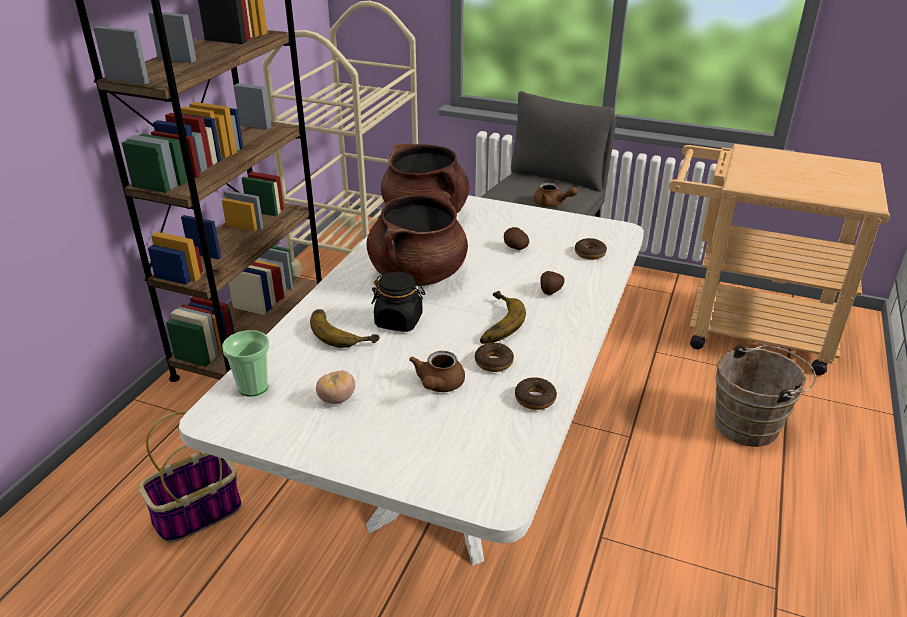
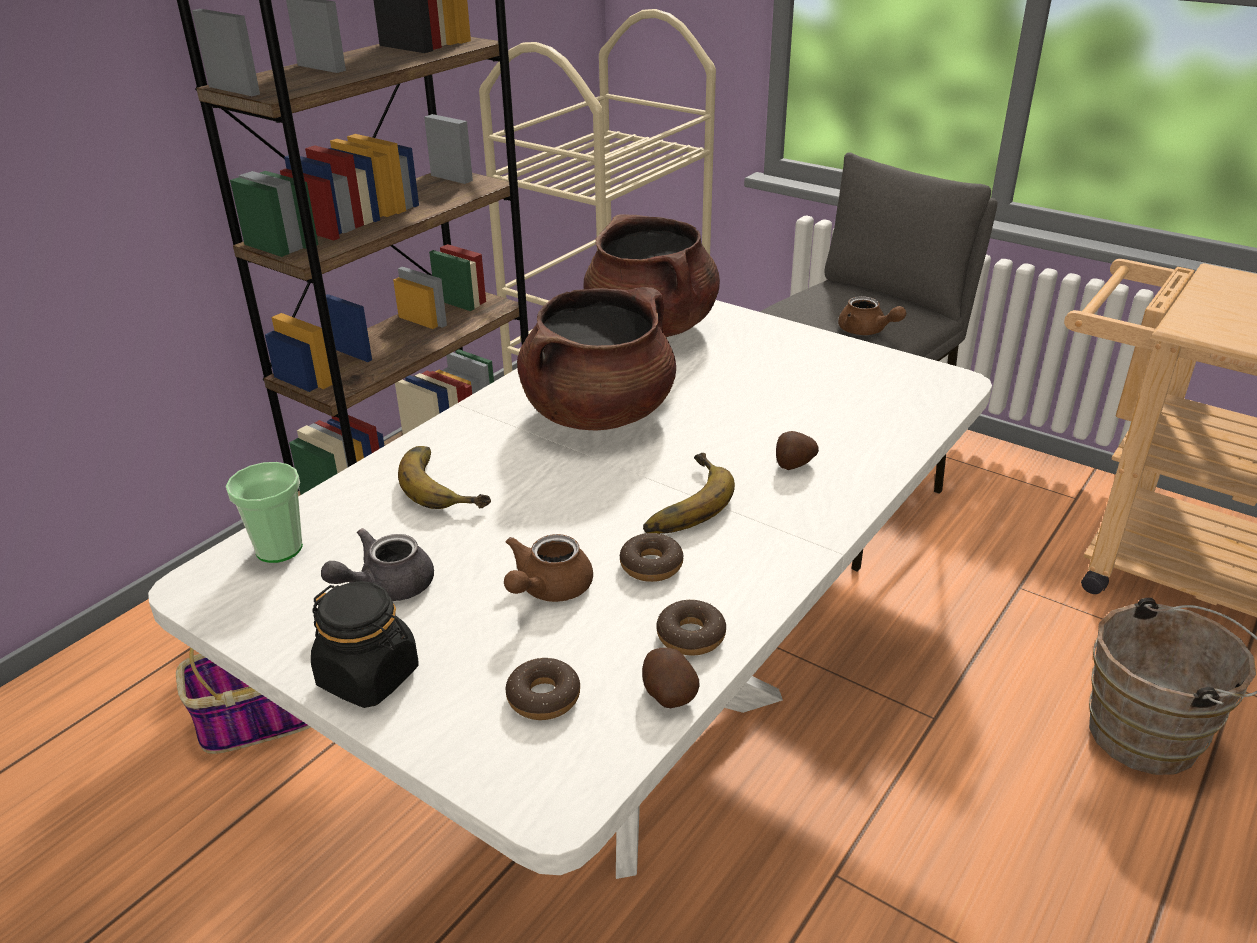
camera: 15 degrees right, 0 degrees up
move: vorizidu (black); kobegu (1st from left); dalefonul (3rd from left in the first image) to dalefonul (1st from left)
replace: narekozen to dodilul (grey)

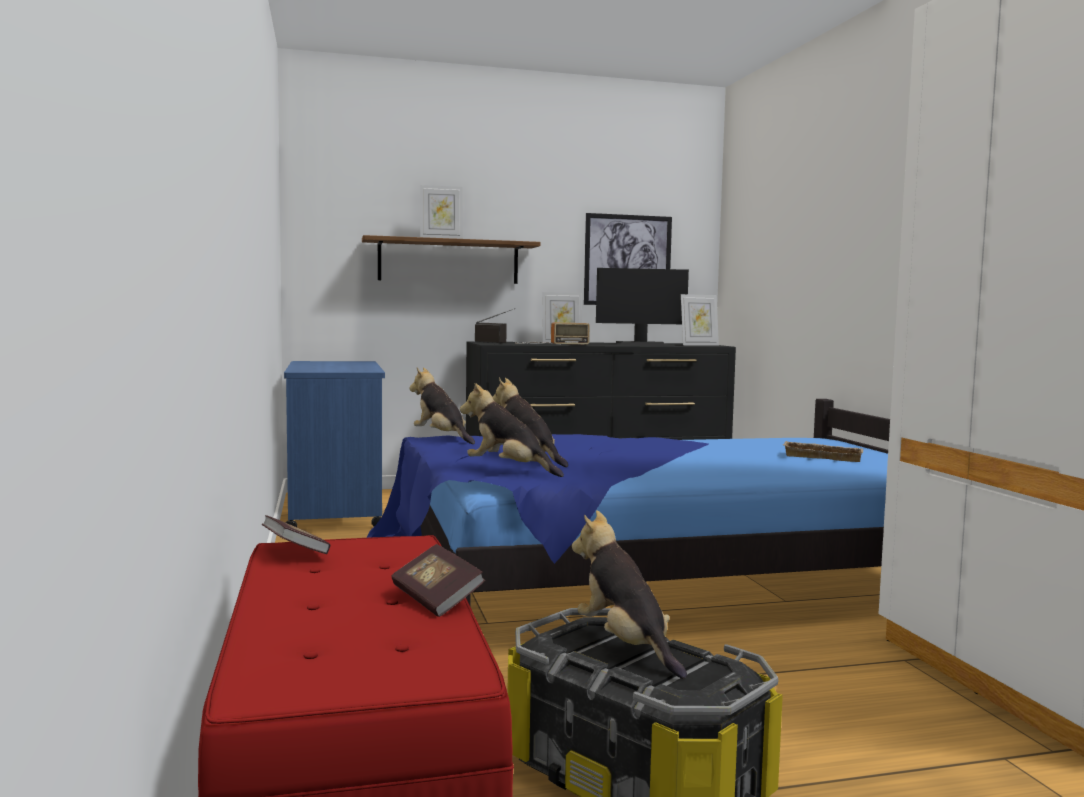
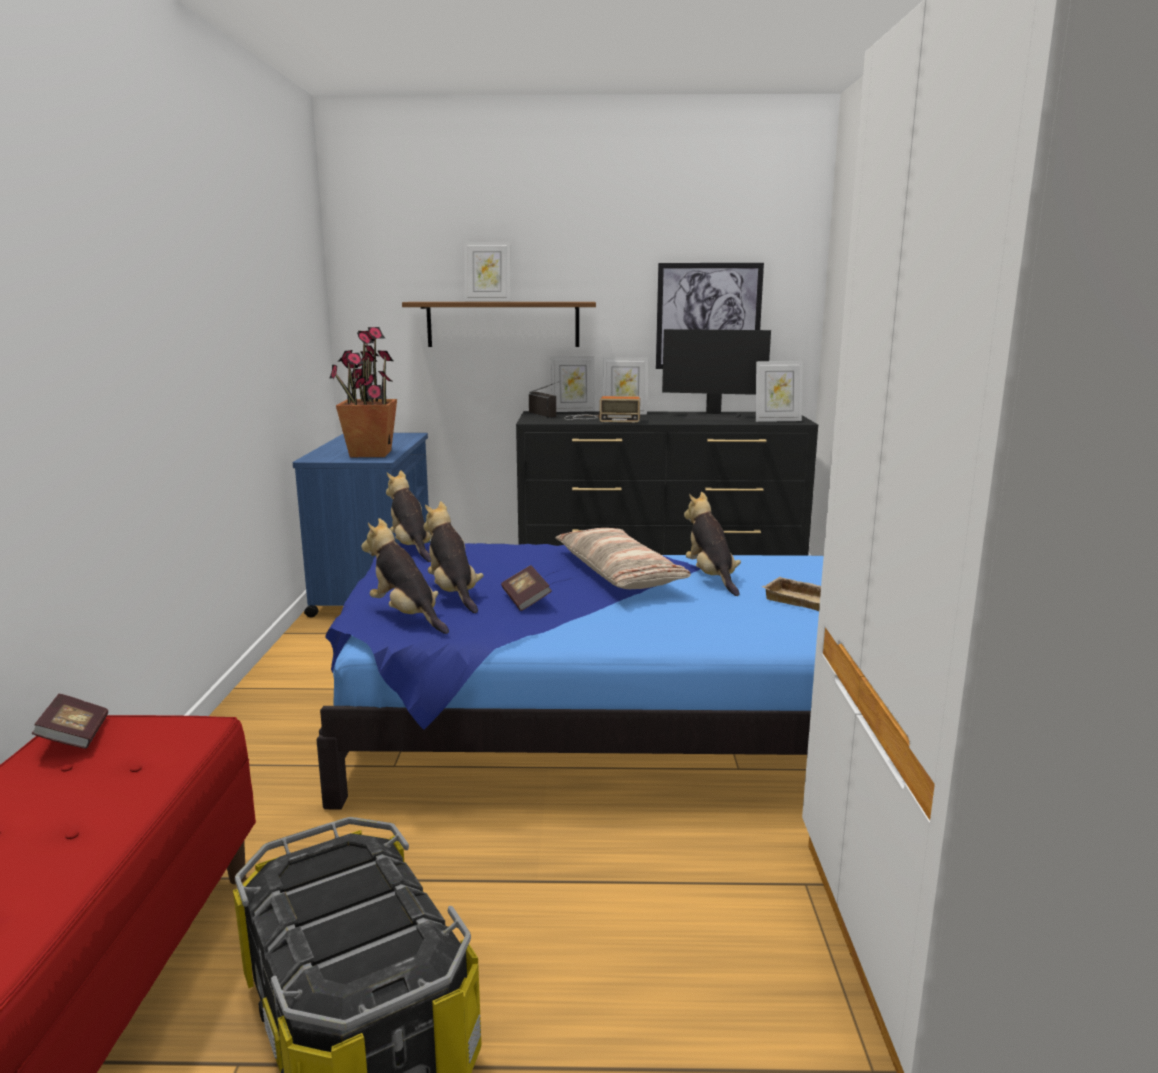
camera: 15 degrees right, 10 degrees up
insert: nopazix; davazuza (2nd from left); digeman
move: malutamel (2nd from left); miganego (4th from left)

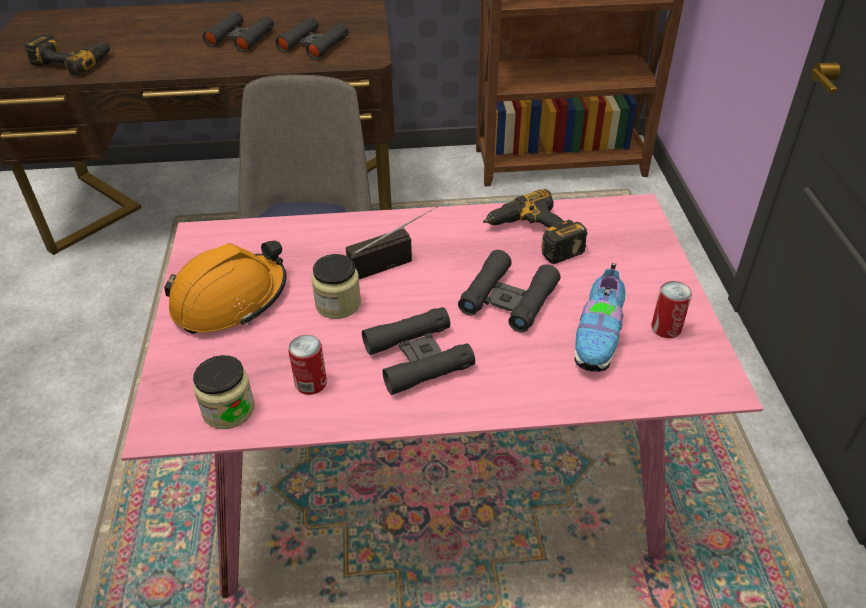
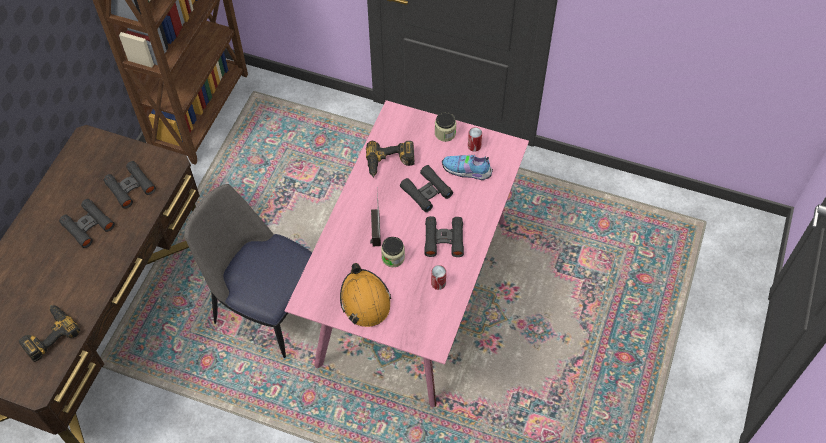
camera: 65 degrees left, 15 degrees up
move: vorizidu (1st from left in the first image) to vorizidu (2nd from left)
rotate: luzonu 150 degrees clockwise

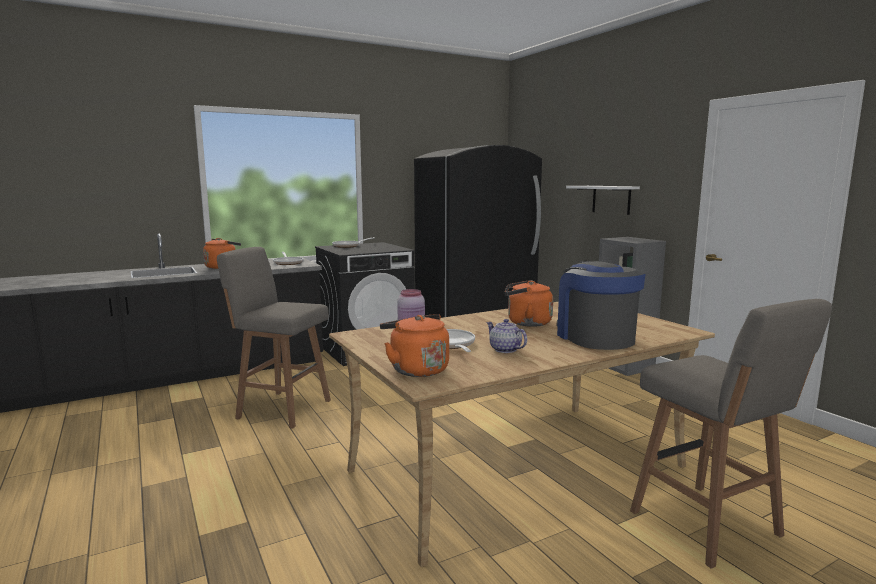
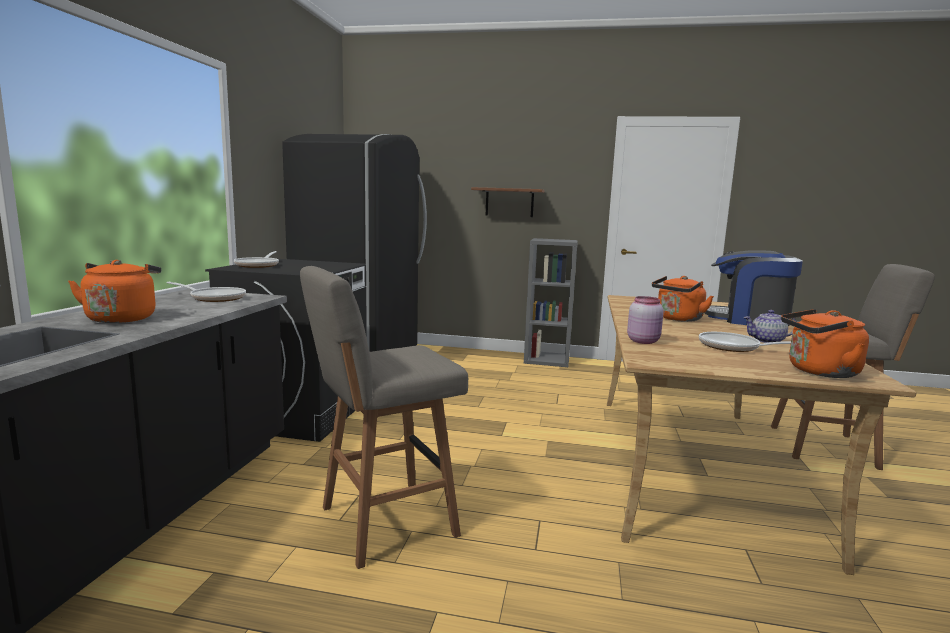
camera: 50 degrees left, 0 degrees up
recolor: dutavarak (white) to dutavarak (brown)

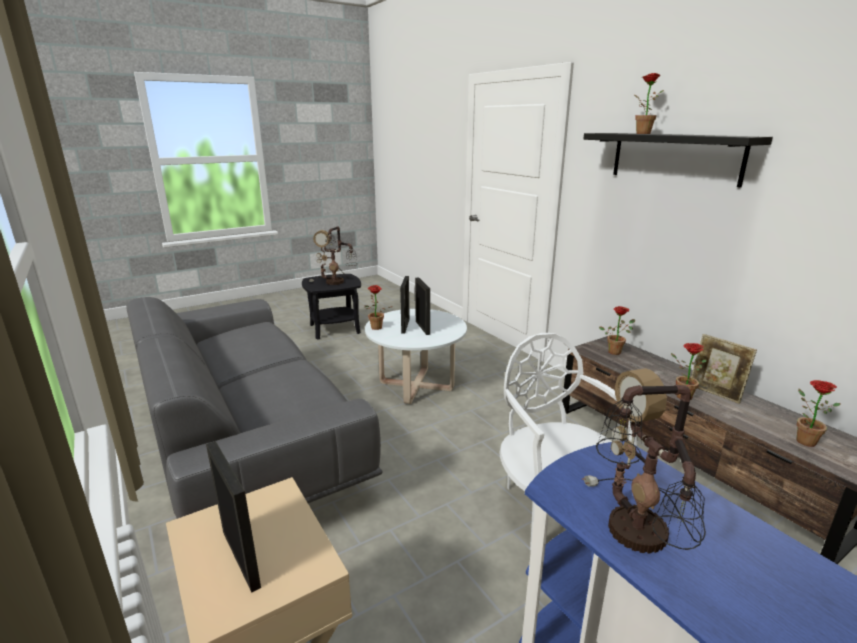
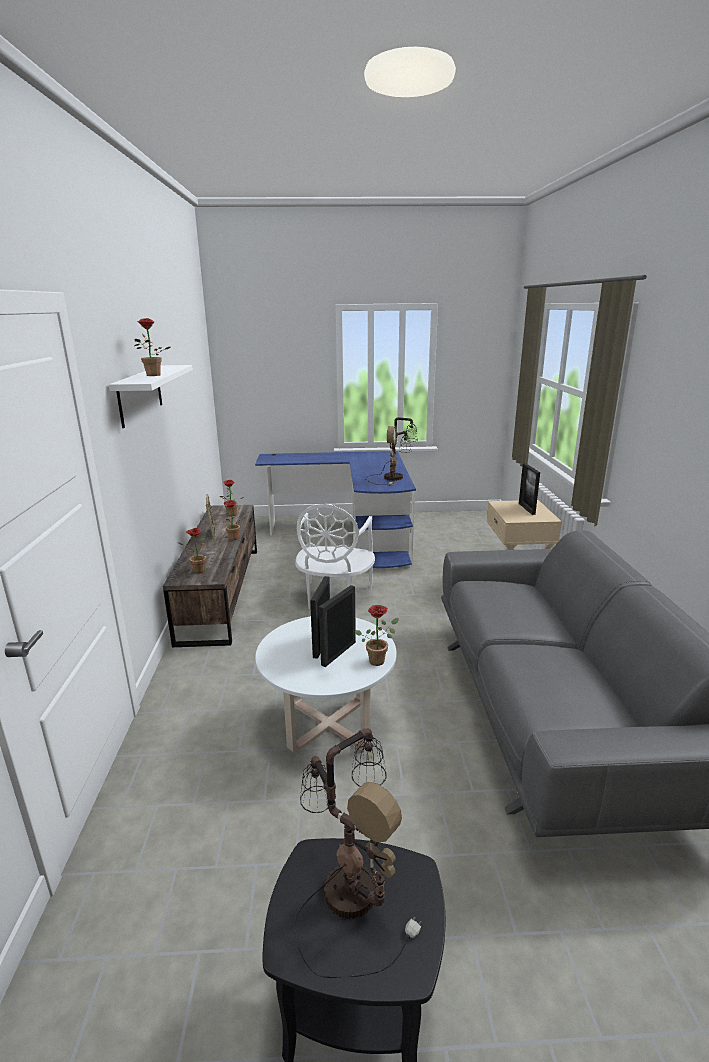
camera: 150 degrees left, 0 degrees up
recolor: dutavarak (black) to dutavarak (white)

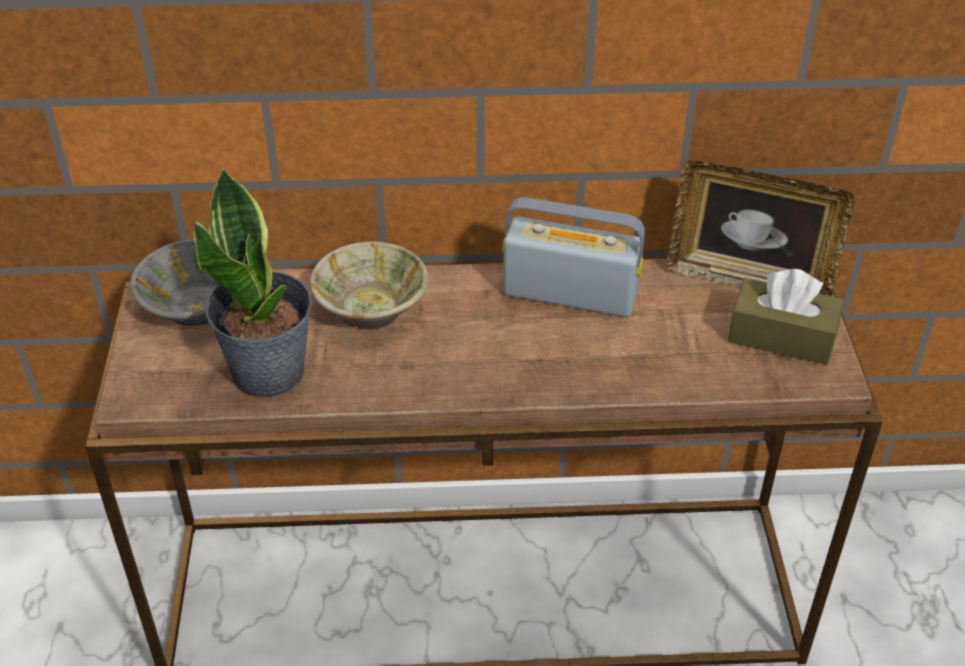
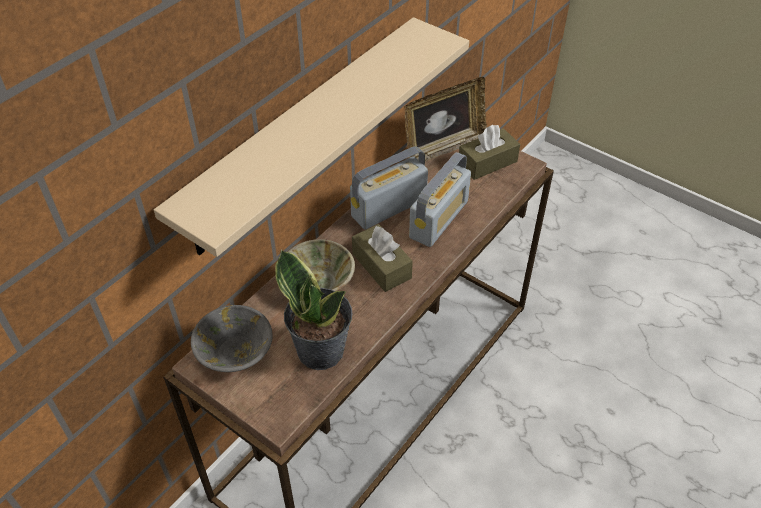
camera: 50 degrees left, 5 degrees up
insert: dutavarak (beige); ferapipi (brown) (1st from left); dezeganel (2nd from left)

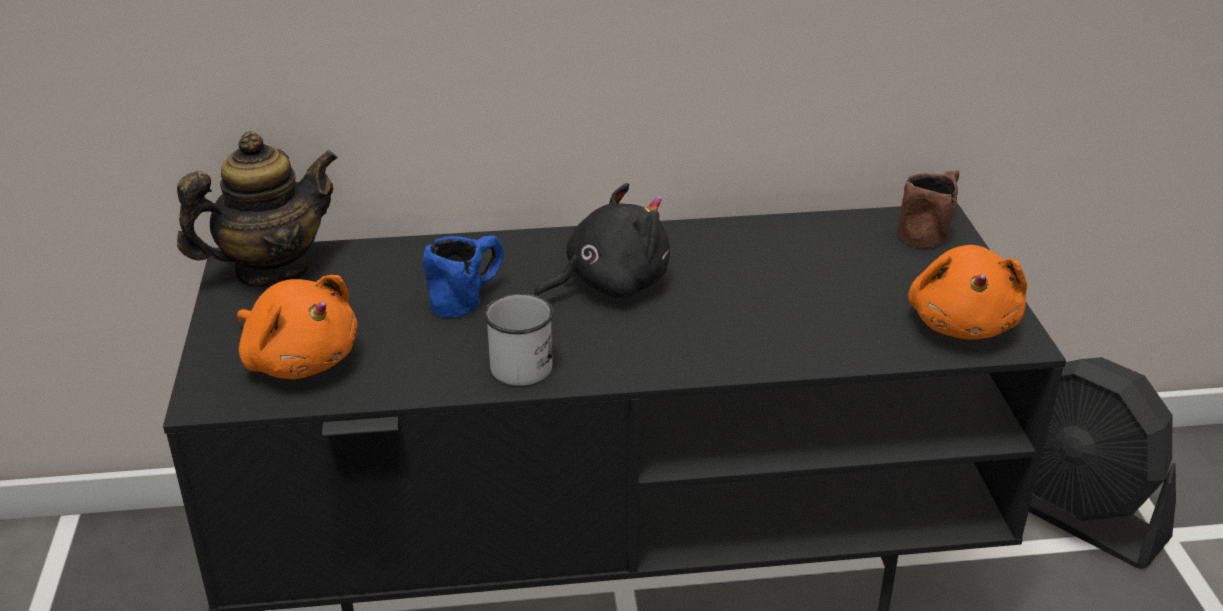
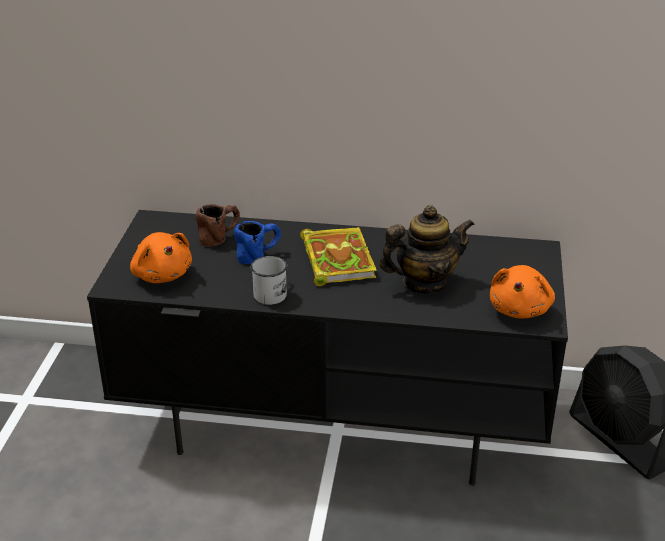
camera: 15 degrees right, 0 degrees up
move: dodilul; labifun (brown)
replace: miganego (black) to malutamel

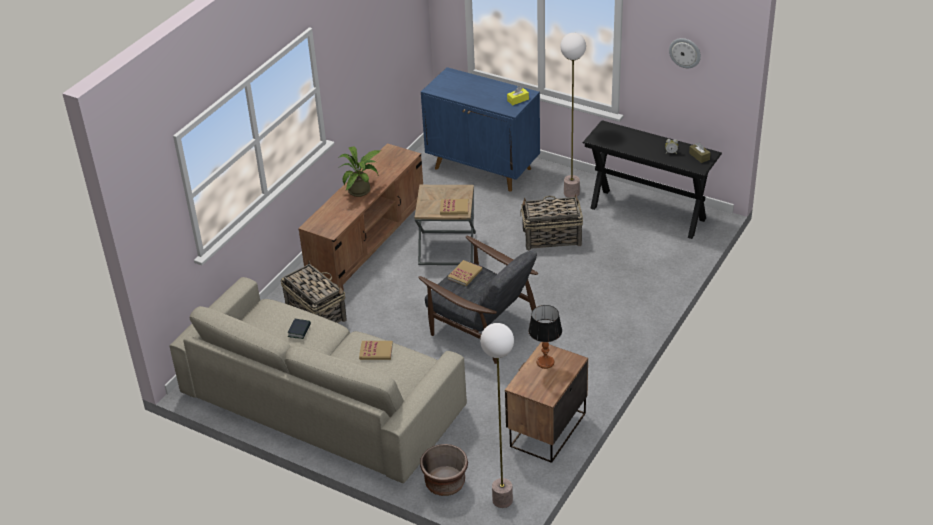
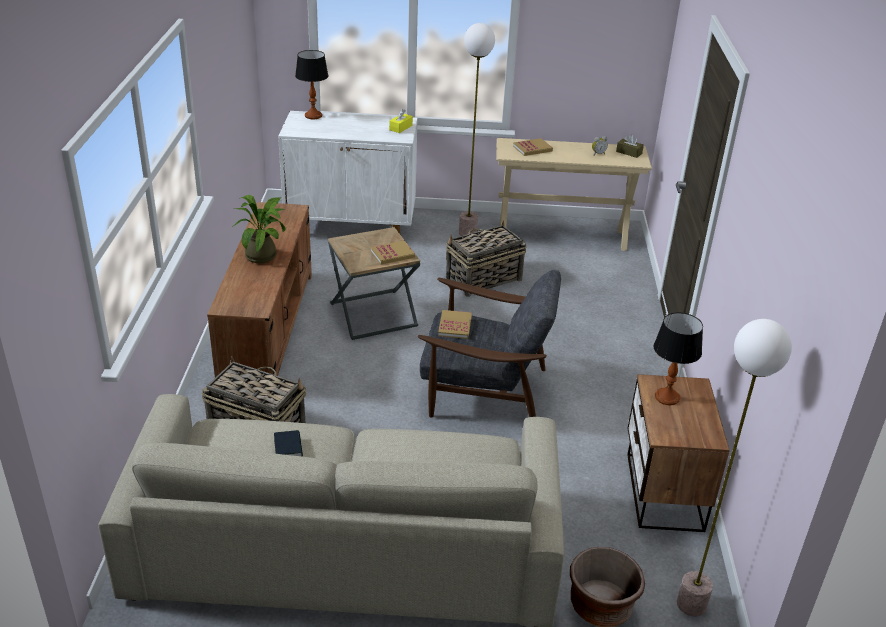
camera: 30 degrees left, 5 degrees down
delete: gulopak
insert: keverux (1st from left)
move: malutamel (2nd from left in the first image) to malutamel (4th from left)
recolor: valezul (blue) to valezul (white); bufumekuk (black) to bufumekuk (beige)

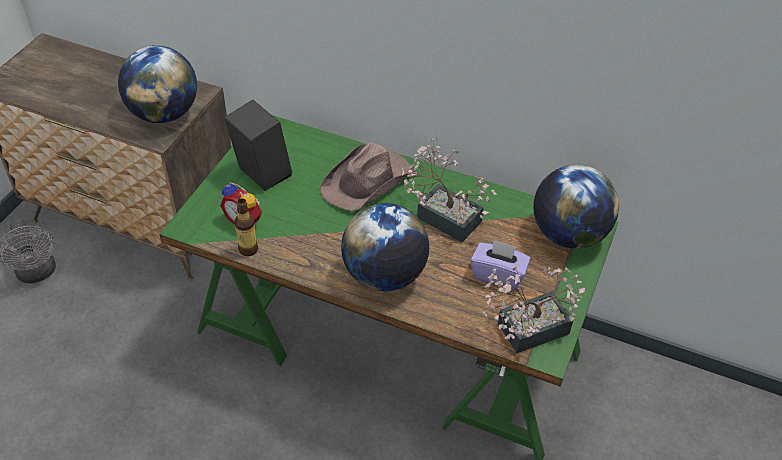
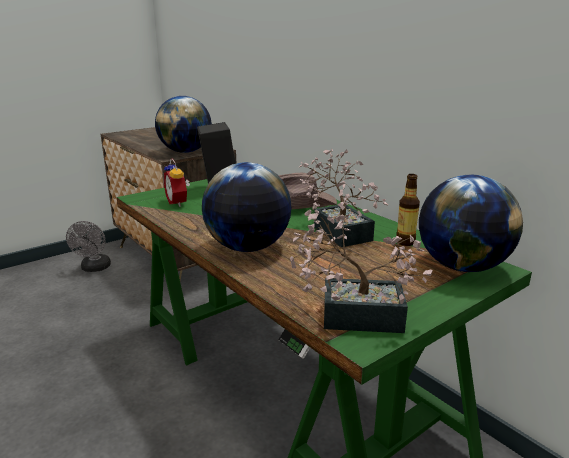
camera: 30 degrees right, 25 degrees down
delete: ferapipi (purple)
move: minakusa

